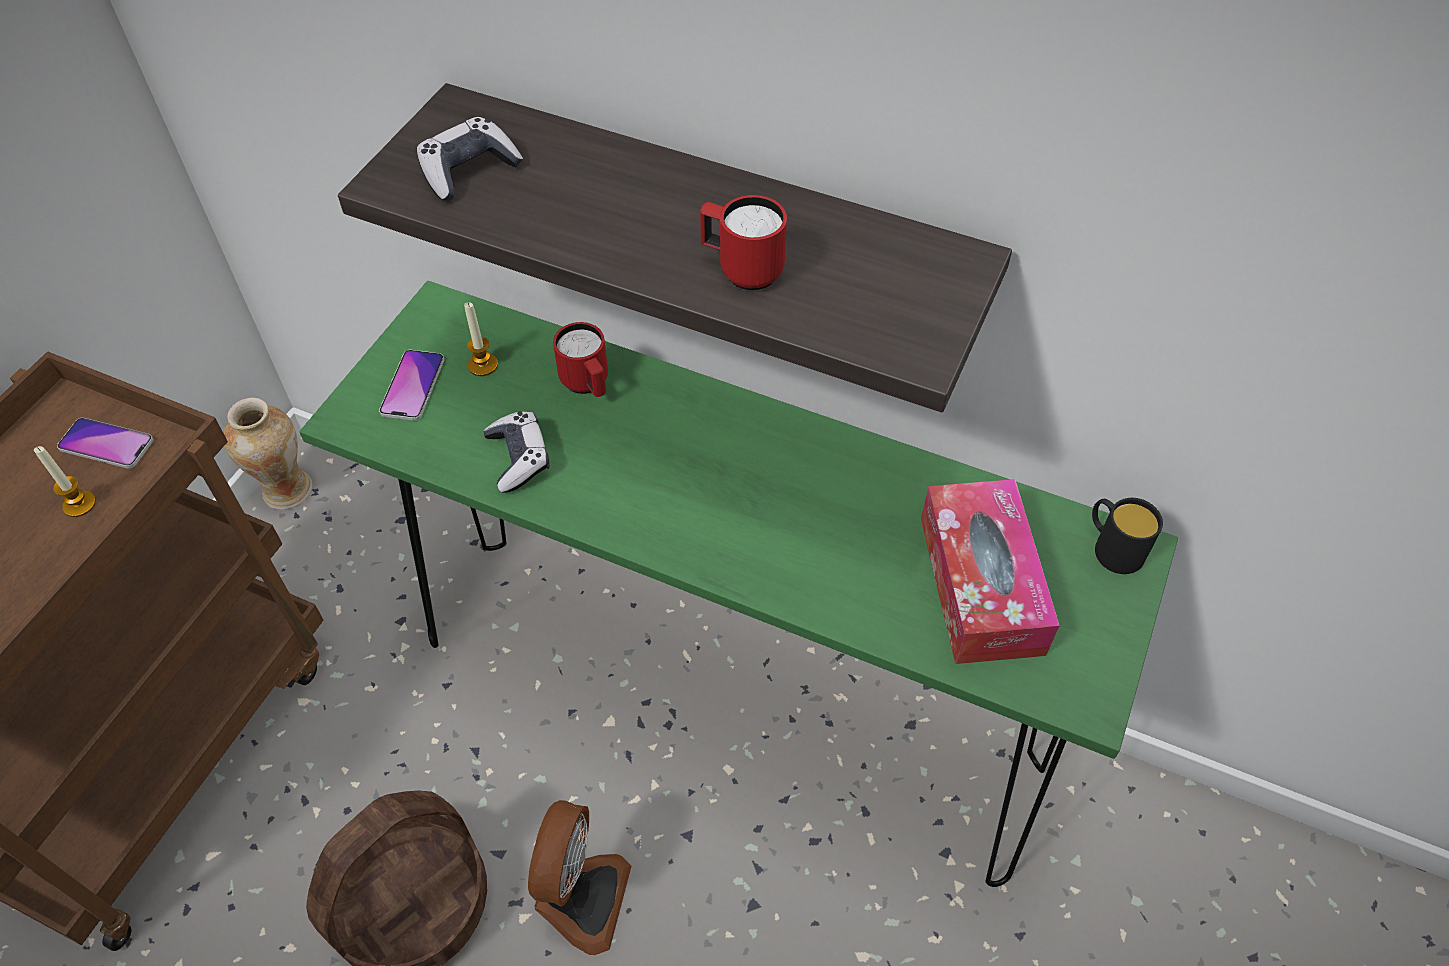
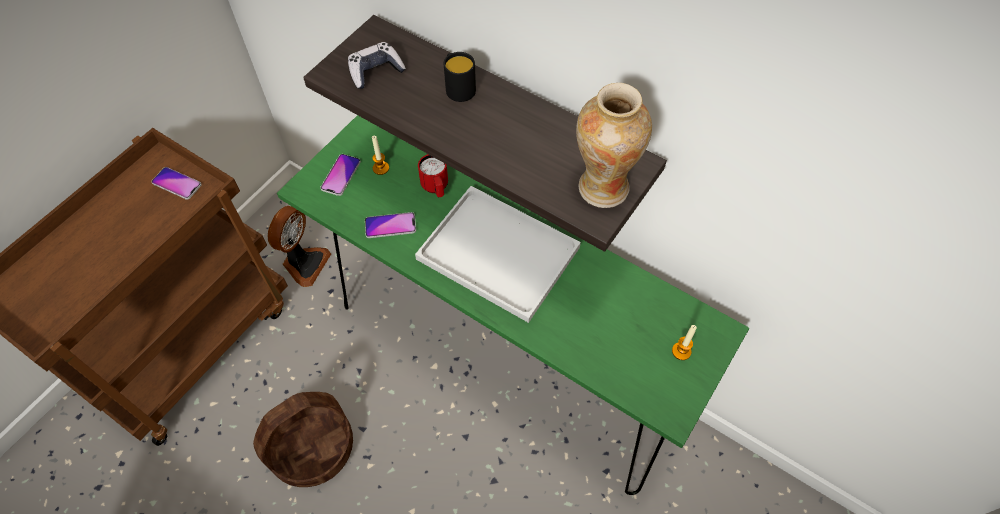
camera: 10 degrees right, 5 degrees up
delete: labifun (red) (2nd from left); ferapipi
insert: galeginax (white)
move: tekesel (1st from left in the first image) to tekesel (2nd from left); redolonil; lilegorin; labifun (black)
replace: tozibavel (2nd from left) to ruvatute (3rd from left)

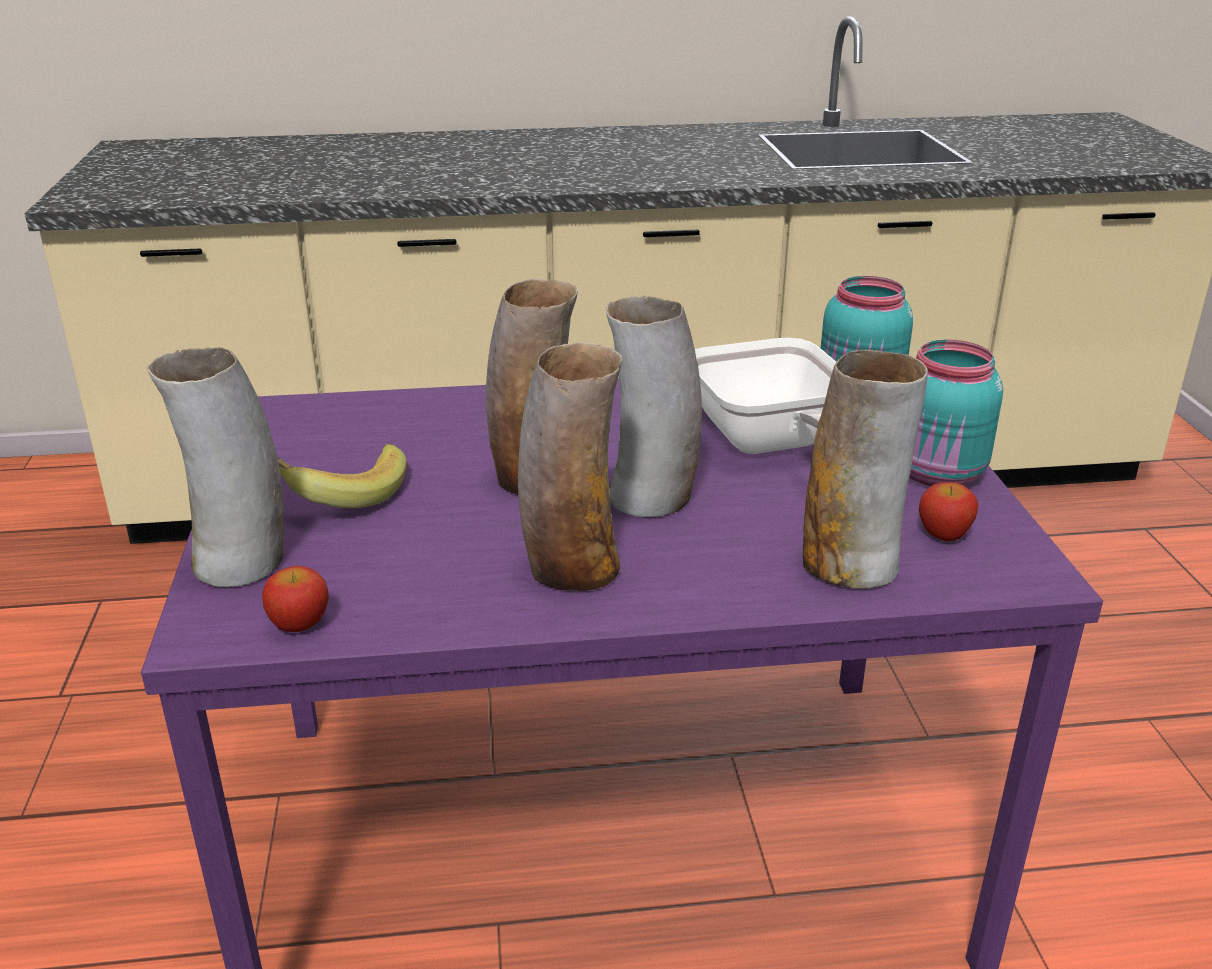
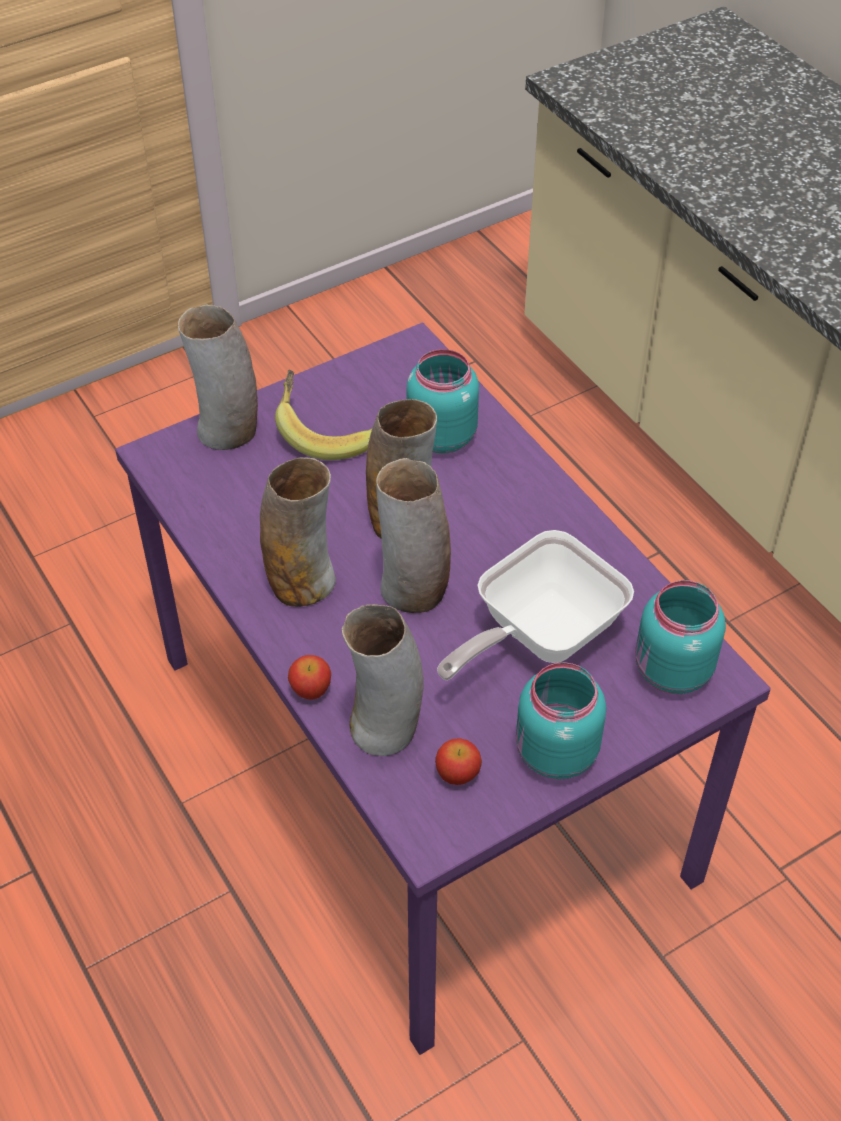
camera: 65 degrees right, 20 degrees up
insert: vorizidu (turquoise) (1st from left)
move: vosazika (1st from left)

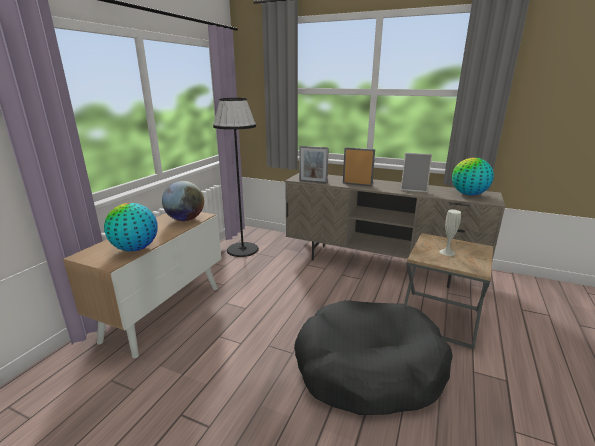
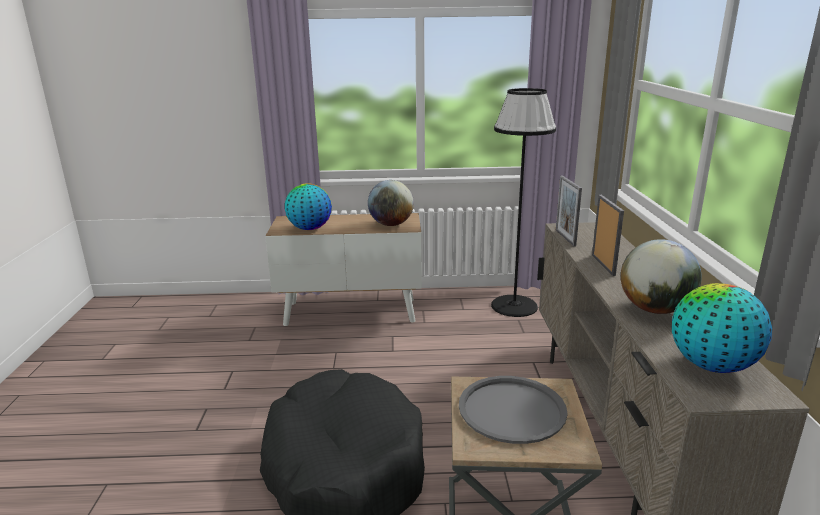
camera: 65 degrees right, 0 degrees up
replace: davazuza (3rd from left) to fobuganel (3rd from left); redolonil (white) to galeginax (grey)

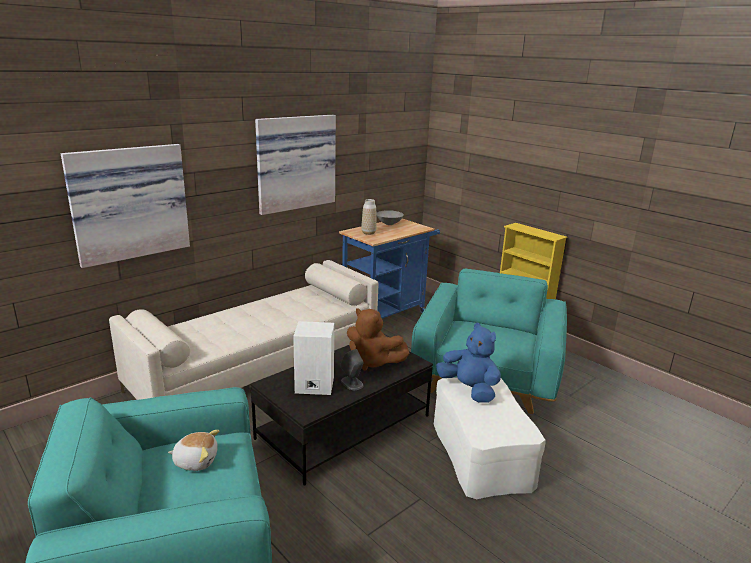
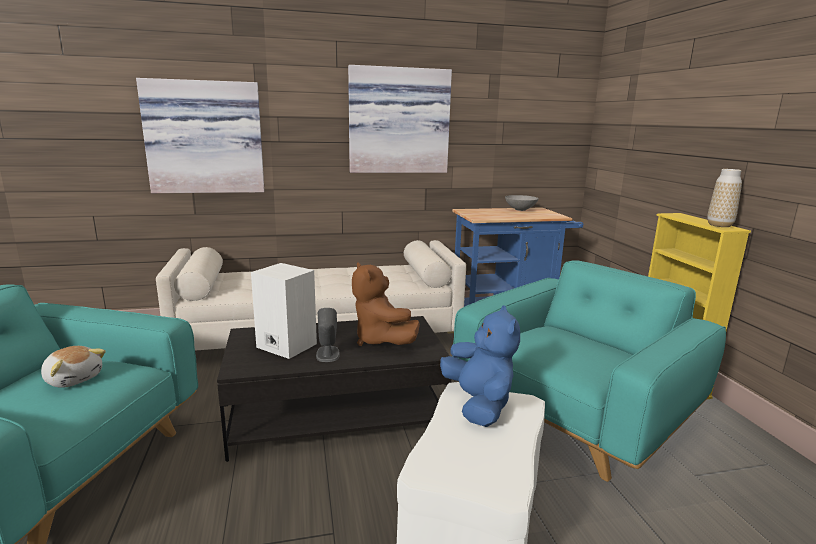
camera: 30 degrees right, 5 degrees down
move: redolonil

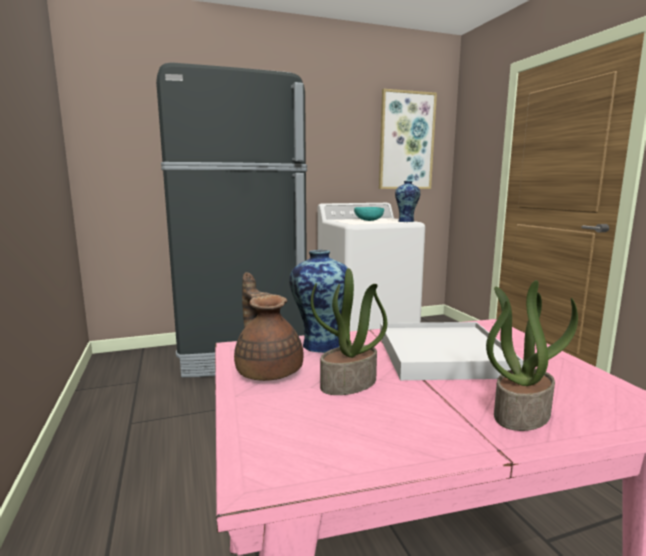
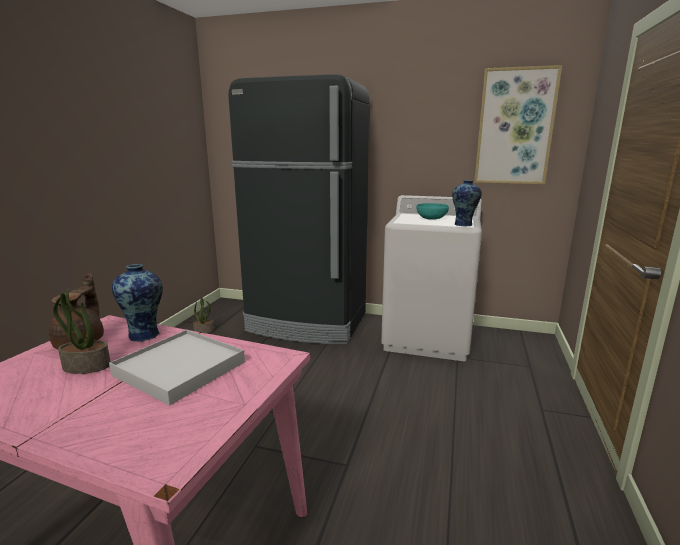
camera: 35 degrees right, 5 degrees up
move: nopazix (2nd from left)

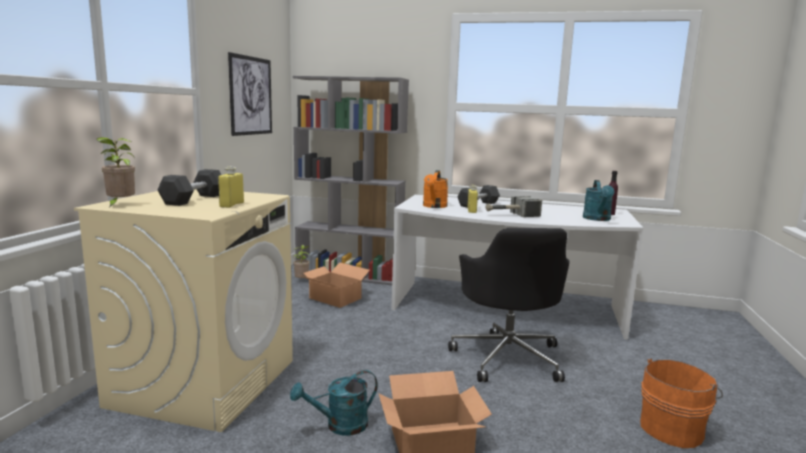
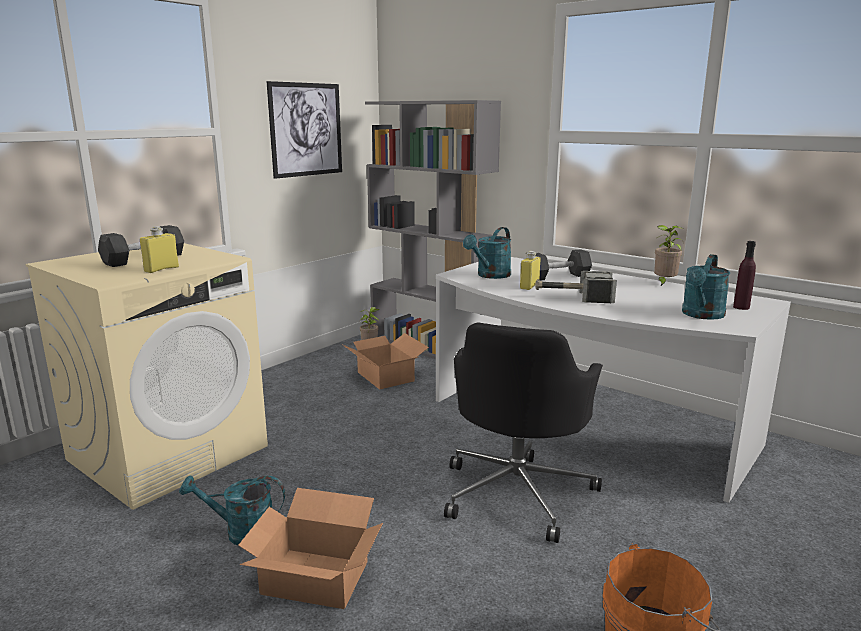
camera: 25 degrees right, 5 degrees up
move: nopazix (1st from left in the first image) to nopazix (2nd from left)
recolor: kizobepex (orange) to kizobepex (turquoise) (2nd from left)

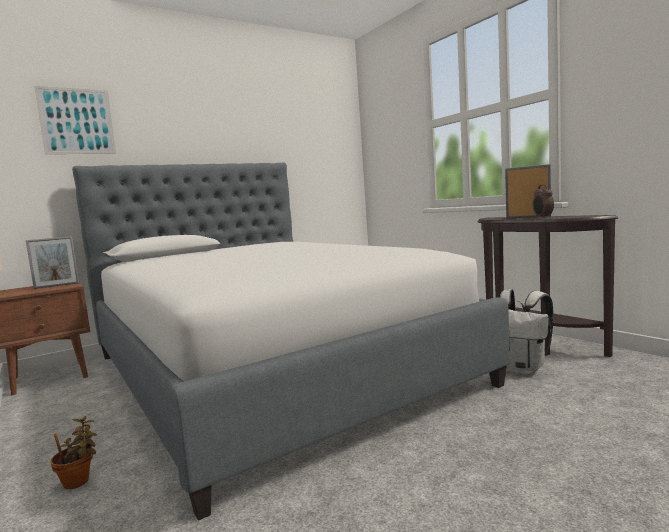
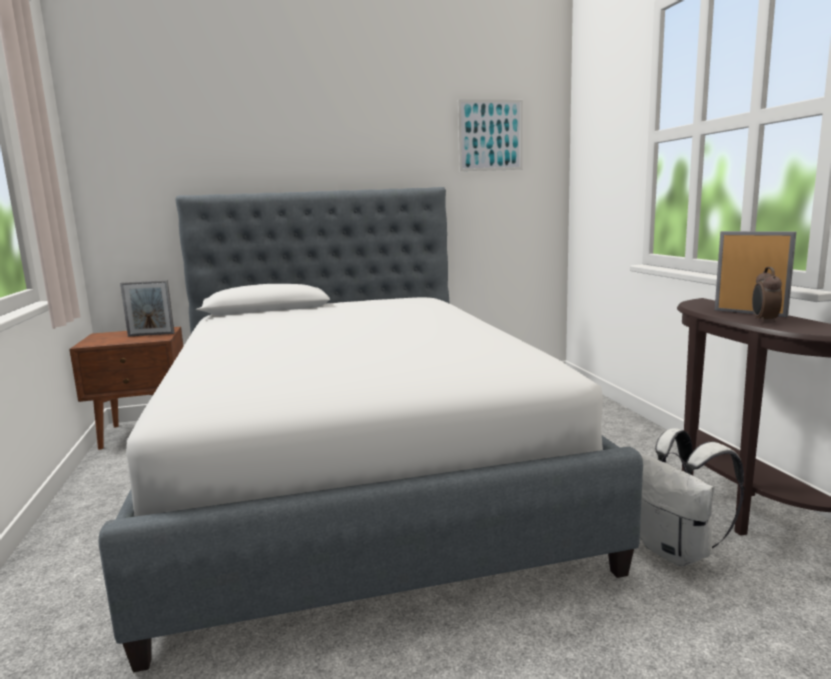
camera: 20 degrees right, 5 degrees up
delete: nopazix
move: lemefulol

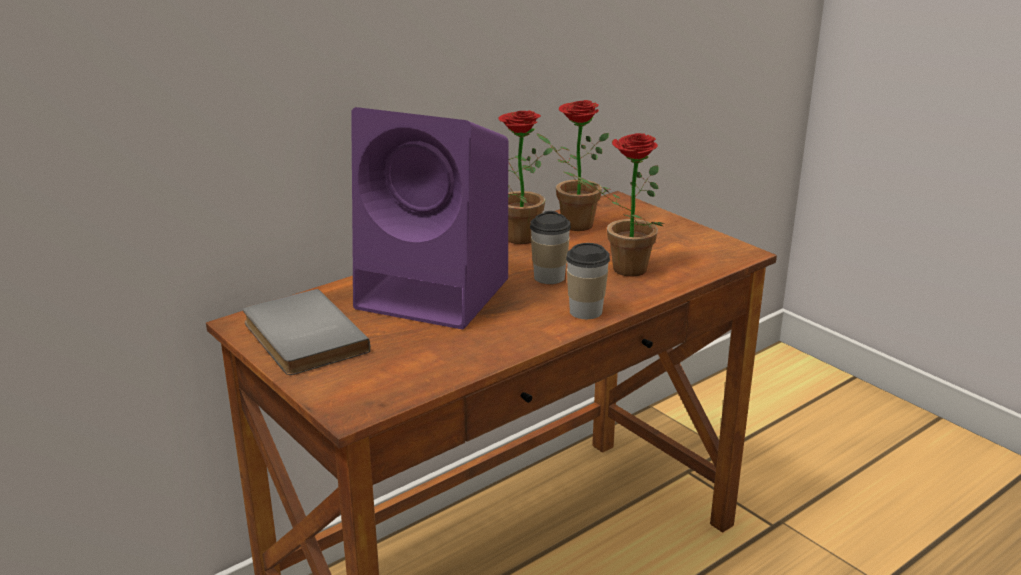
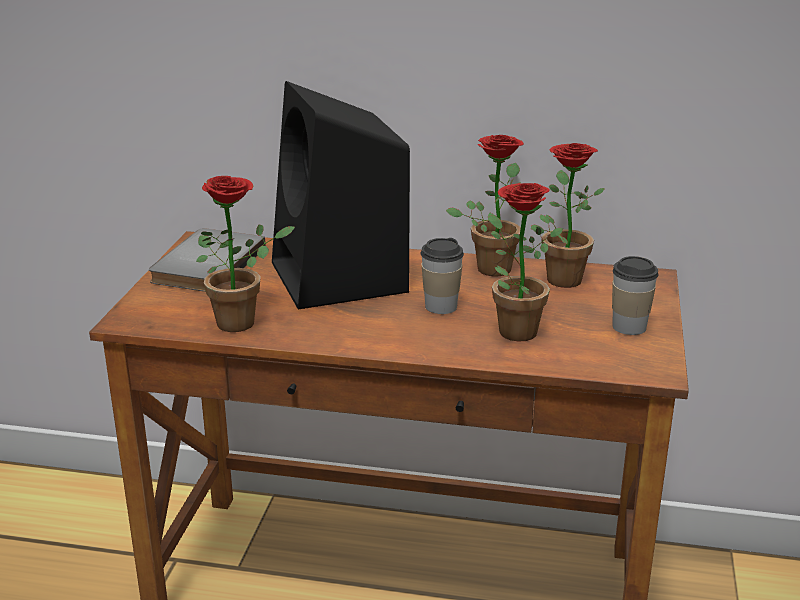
camera: 50 degrees right, 0 degrees up
insert: nopazix (1st from left)
move: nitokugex (2nd from left)
recolor: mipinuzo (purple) to mipinuzo (black)

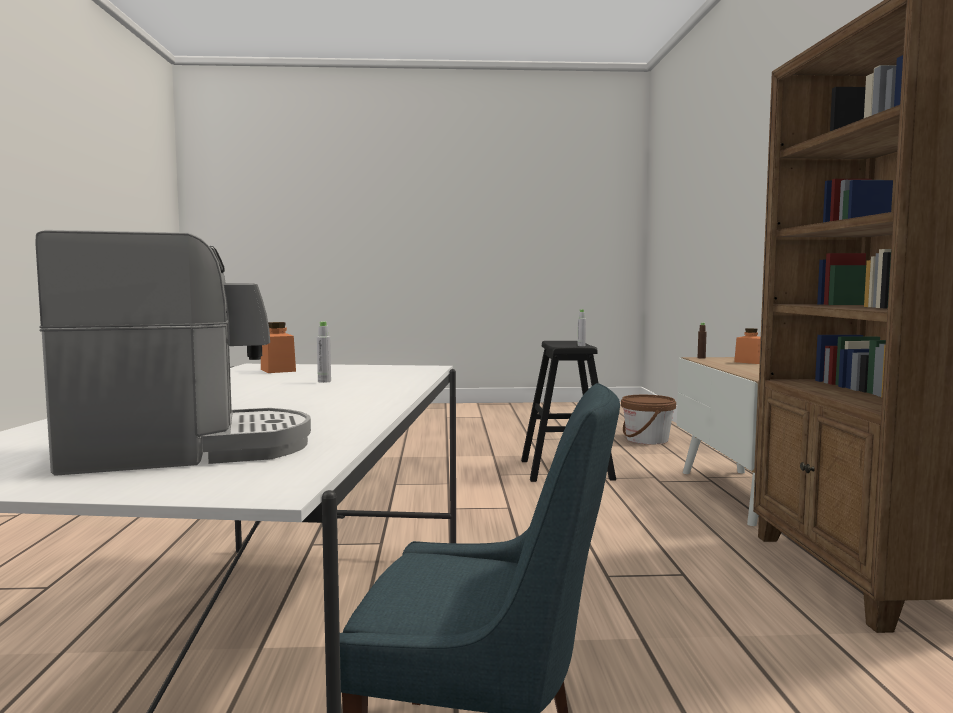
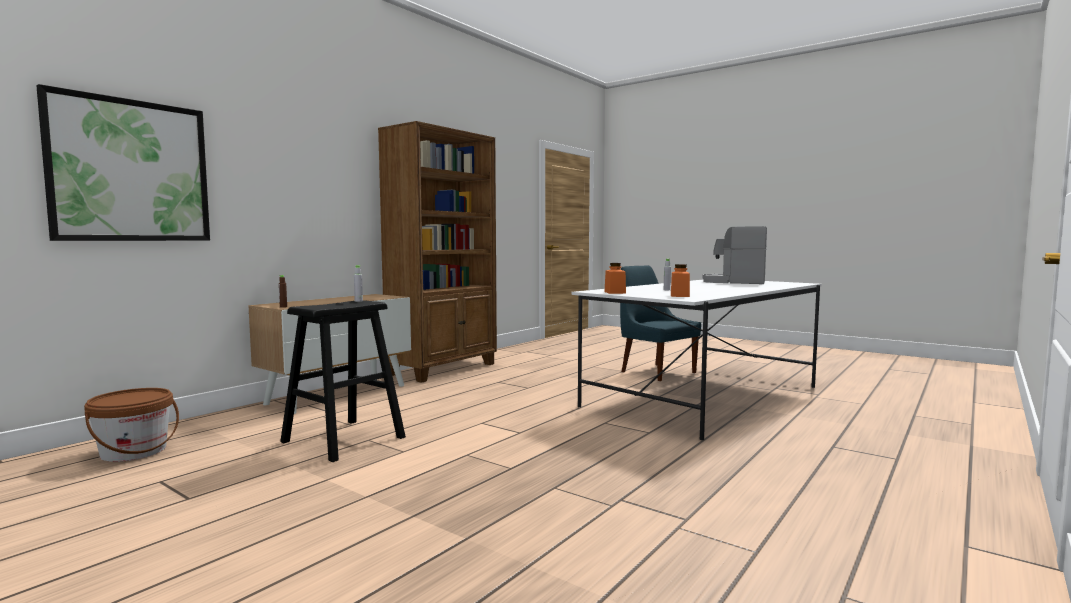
camera: 140 degrees left, 0 degrees up
insert: lemefulol
move: vorizidu (orange) (2nd from left in the first image) to vorizidu (orange) (1st from left)

